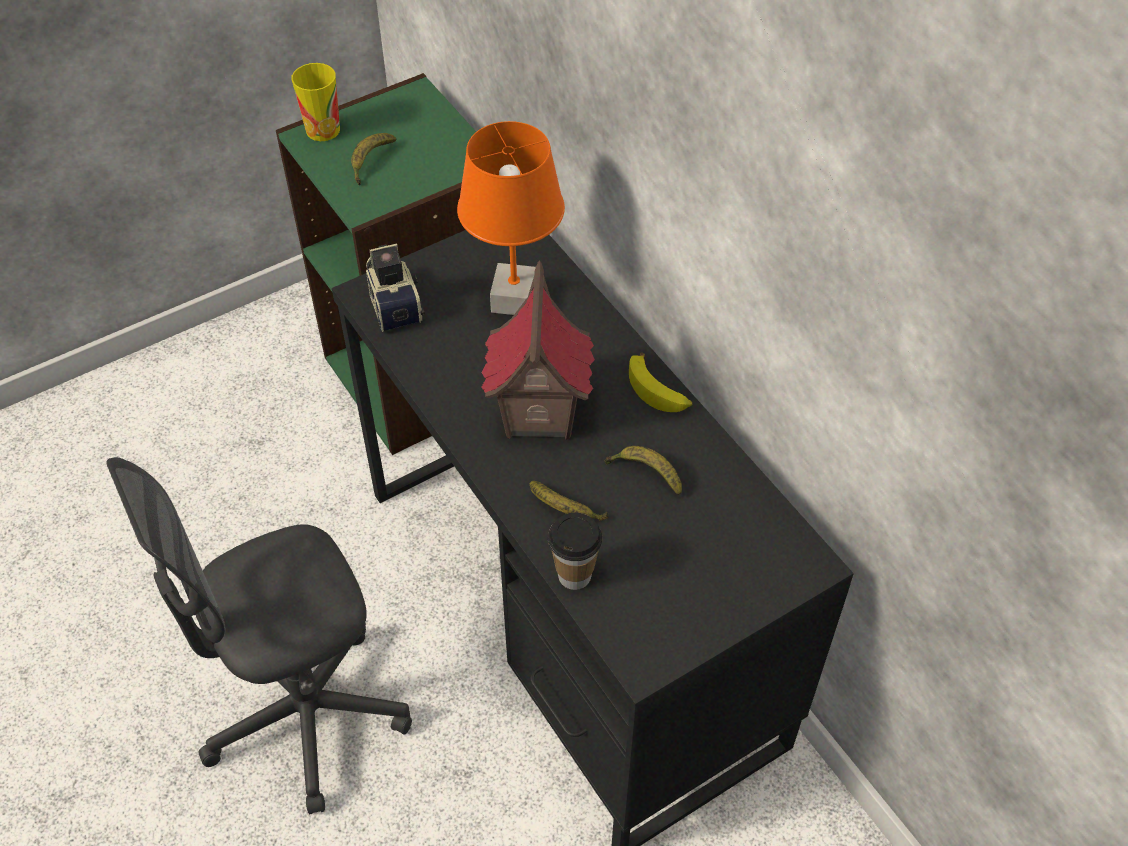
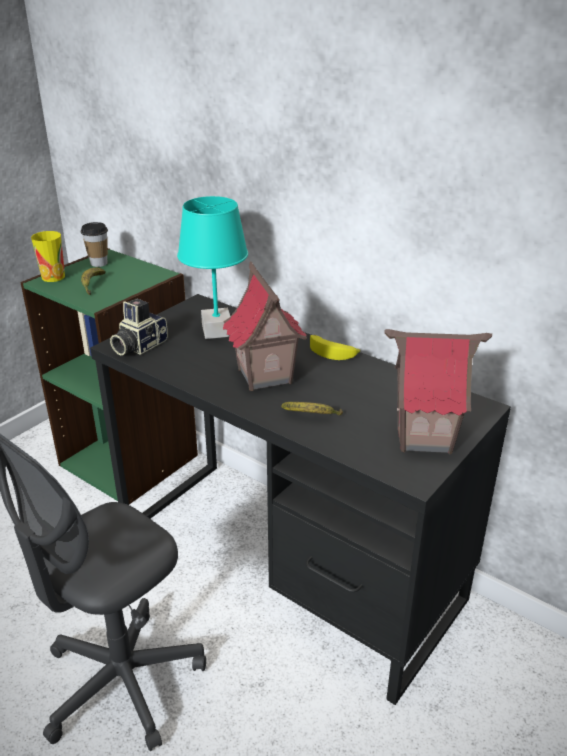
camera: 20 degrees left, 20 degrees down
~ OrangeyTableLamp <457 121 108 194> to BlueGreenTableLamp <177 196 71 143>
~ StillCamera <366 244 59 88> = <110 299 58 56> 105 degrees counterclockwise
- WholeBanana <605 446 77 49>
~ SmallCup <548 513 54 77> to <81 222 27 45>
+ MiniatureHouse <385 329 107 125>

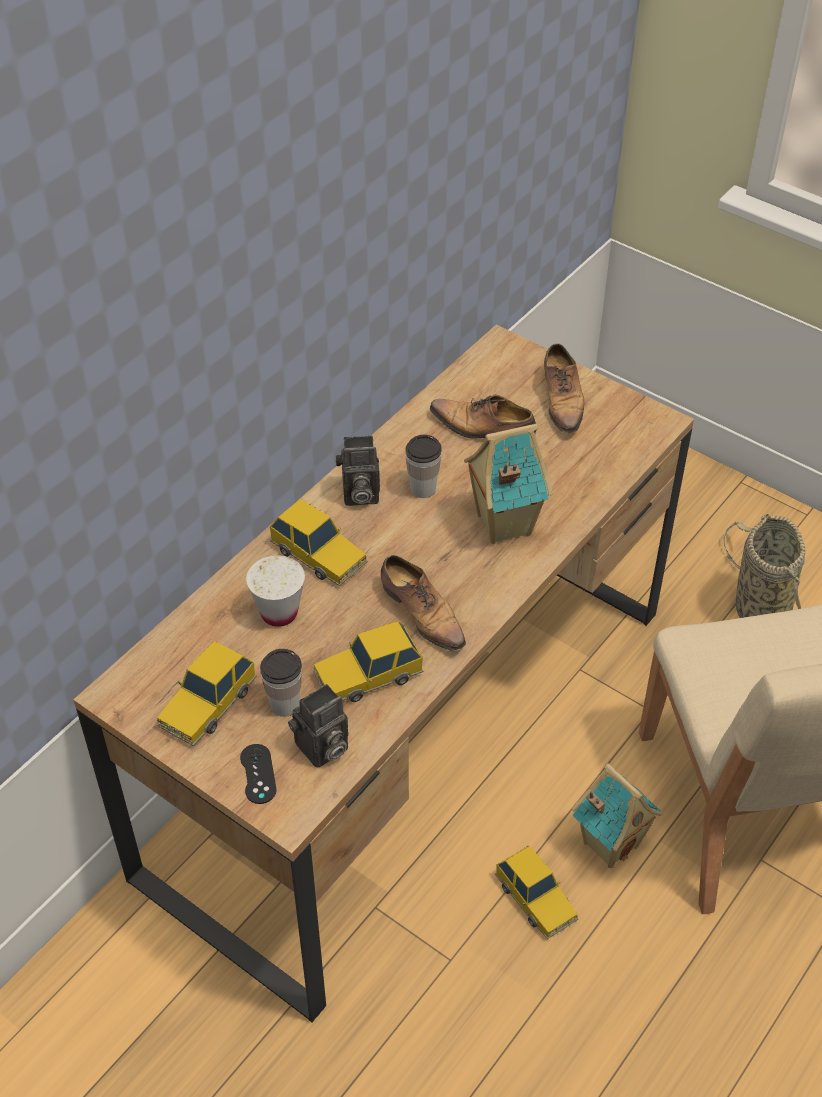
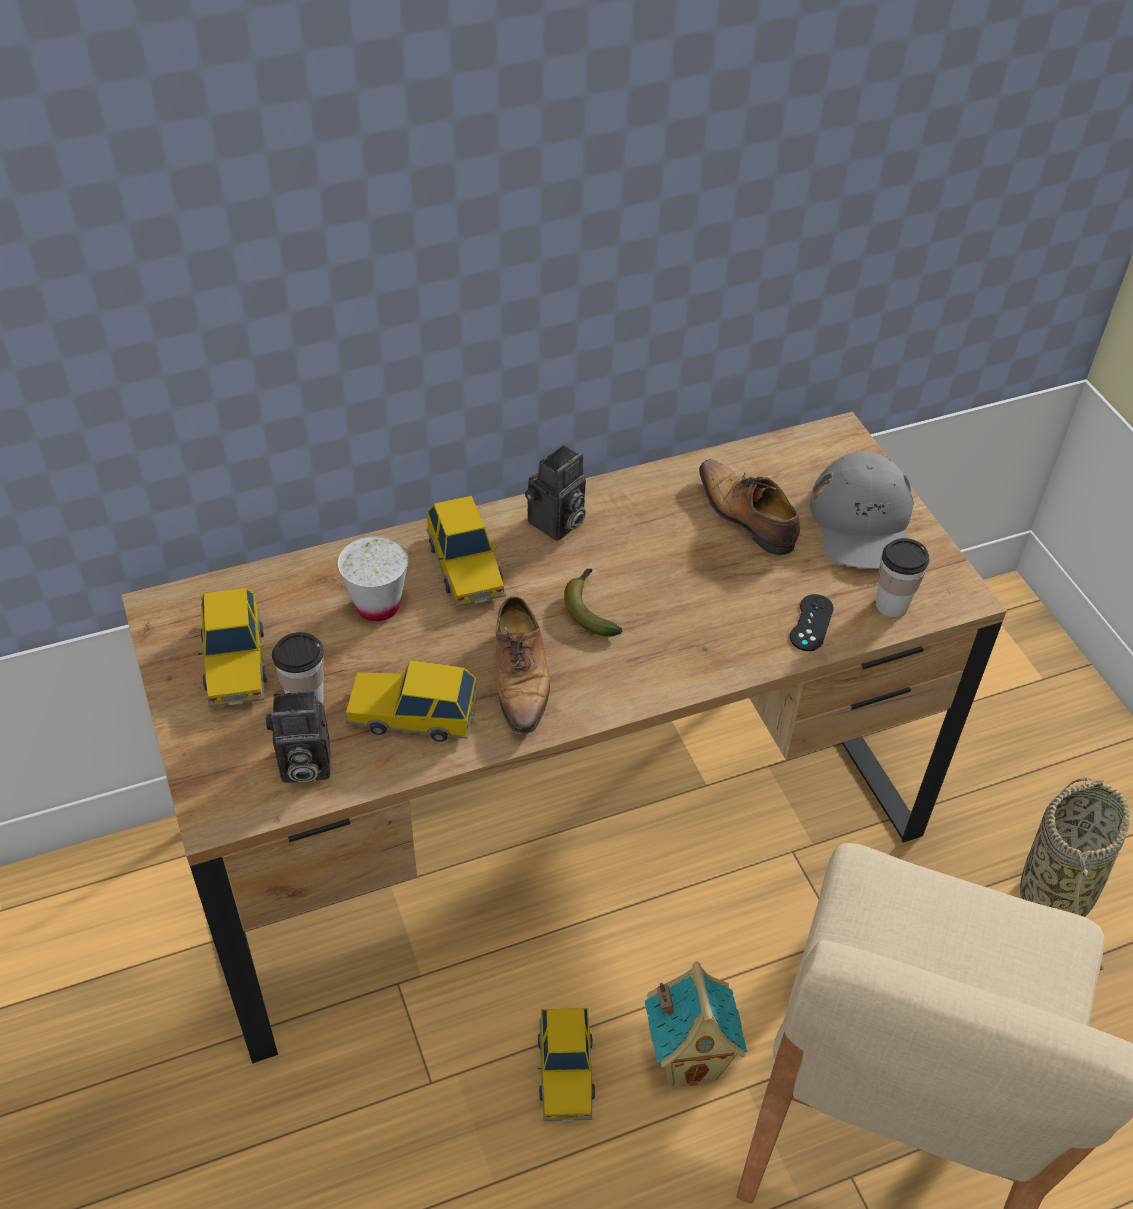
camera: 30 degrees right, 0 degrees up
~ LowShoe <544 343 40 93> to GreyBaseballCap <810 451 104 118>
- MiniatureHouse <464 424 89 120>
~ SmallCup <405 435 37 63> to <876 538 54 80>
~ StillCamera <336 436 44 70> = <525 445 61 96> 75 degrees counterclockwise
~ ModelCar <157 641 100 105> = <198 588 70 120> 75 degrees counterclockwise
~ BlackColouredGameController <240 744 36 60> to <790 594 44 57>
+ WholeBanana <564 569 58 67>

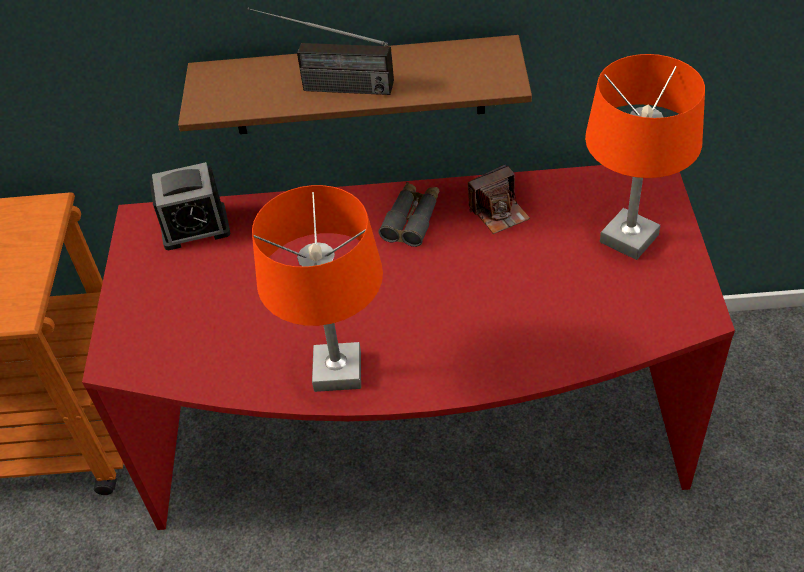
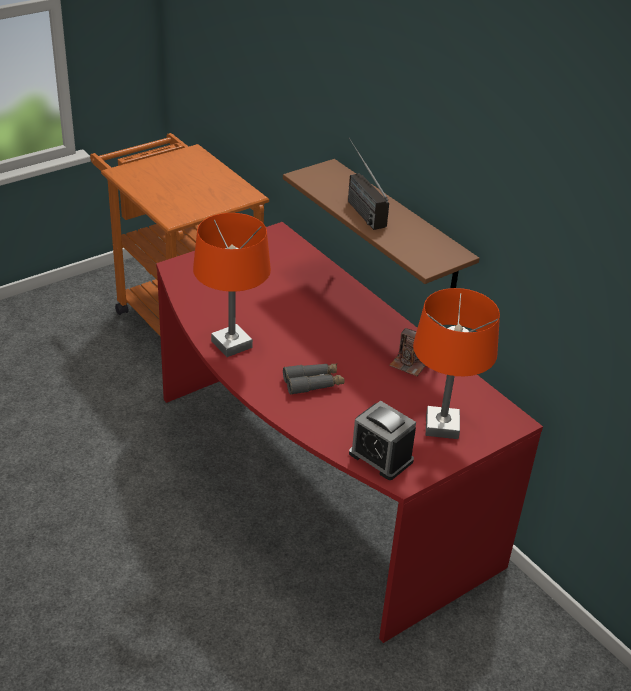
camera: 50 degrees right, 10 degrees down
~ TableClock <150 162 81 88> to <349 401 67 79>
~ GreyPairOfBinoculars <378 182 61 65> to <283 363 61 32>

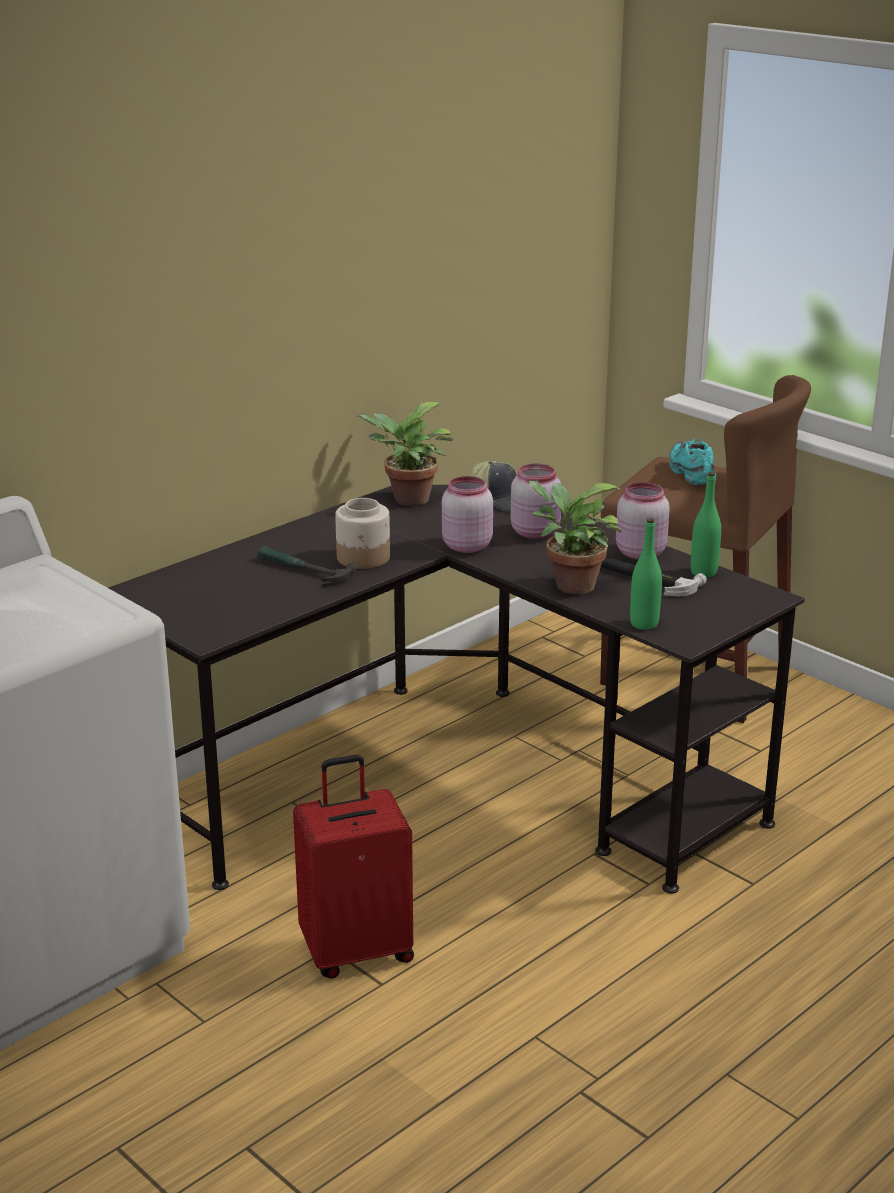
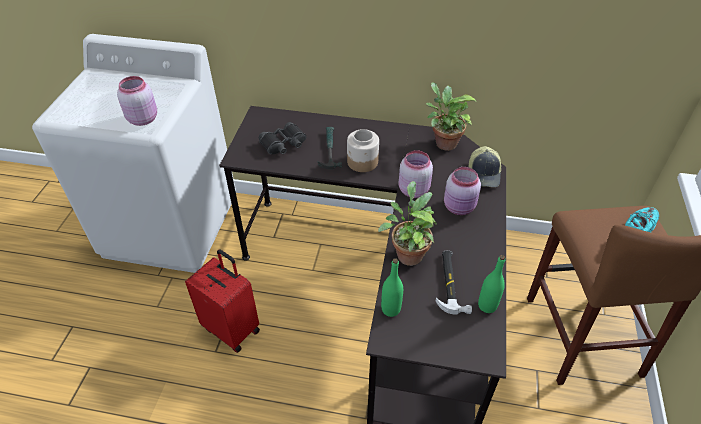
camera: 55 degrees right, 20 degrees up
~ PinkPreserveJar <616 482 54 78> to <117 76 40 50>
+ BlackColouredPairOfBinoculars <259 122 47 32>

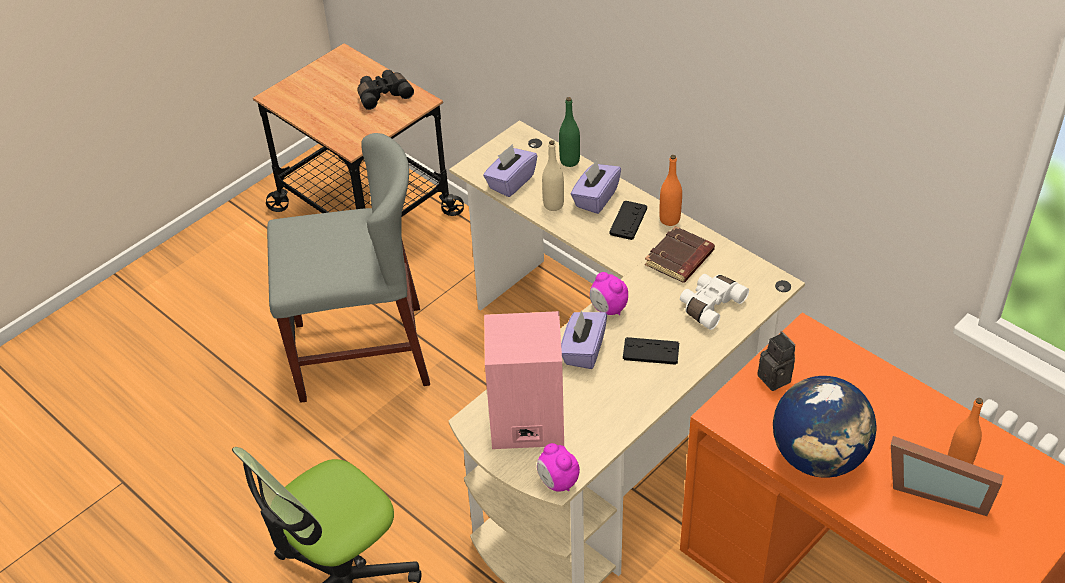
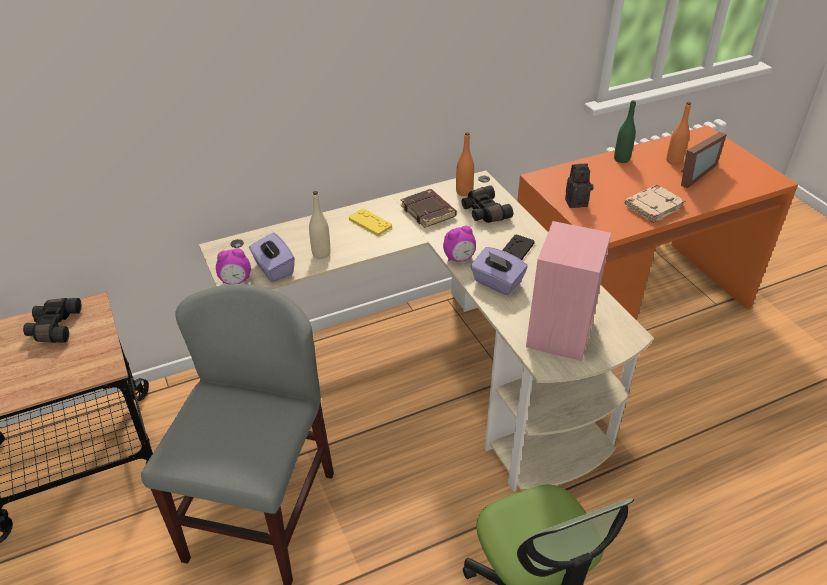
camera: 70 degrees left, 5 degrees down
~ GreenColouredDrinkBottle <559 97 21 70> to <614 100 22 63>
~ OrangeyDrinkBottle <659 155 23 71> to <456 132 18 64>
- PurpleTissueHolder <571 160 50 54>
~ BlackColouredGameController <609 200 38 40> to YellowGameController <349 209 43 27>
~ WhitePairOfBinoculars <680 274 69 56> to BlackColouredPairOfBinoculars <462 185 51 38>
~ DeskGlobe <773 376 104 102> to BeigeVolume <624 185 61 38>
~ TableClock <537 443 43 48> to <216 248 35 36>

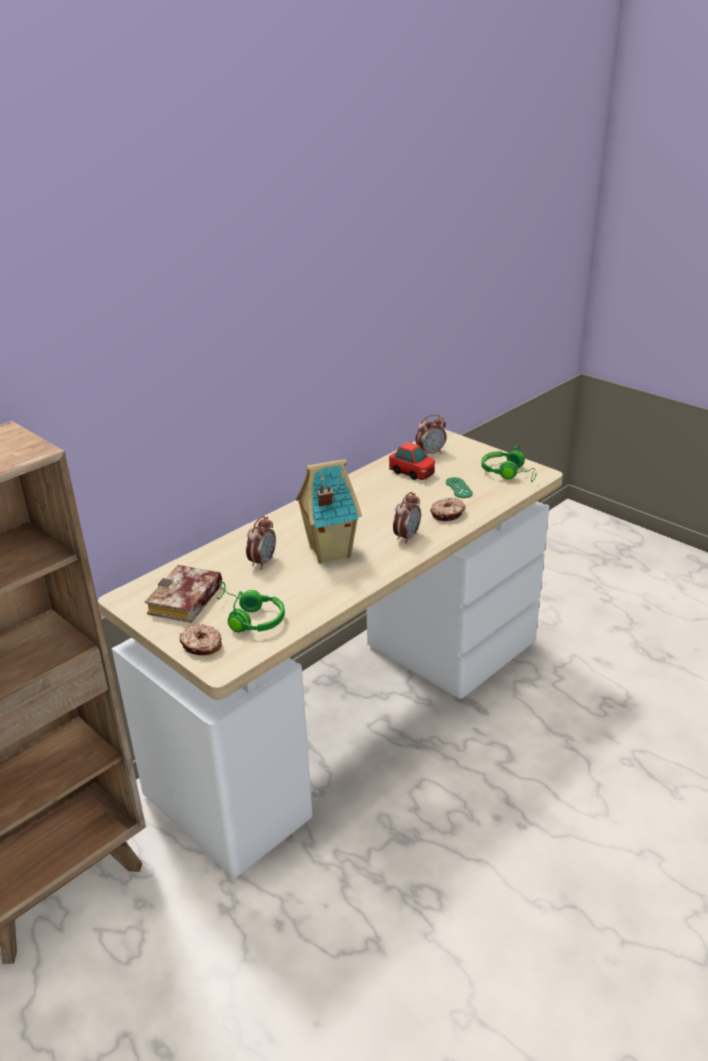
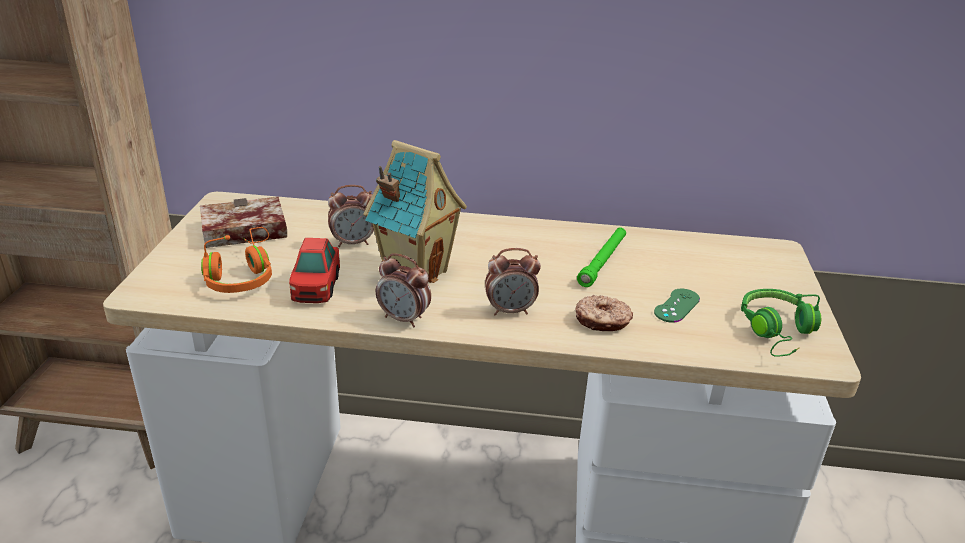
camera: 50 degrees right, 0 degrees up
~ TableClock <415 414 32 40> to <376 253 55 74>
~ ModelCar <389 442 46 38> to <289 238 51 65>
~ GreenColouredPairOfHeadphones <216 582 69 51> to OrangeyPairOfHeadphones <201 227 71 66>
- Donut <179 624 43 31>
+ GreenColouredHandTorch <577 227 49 60>

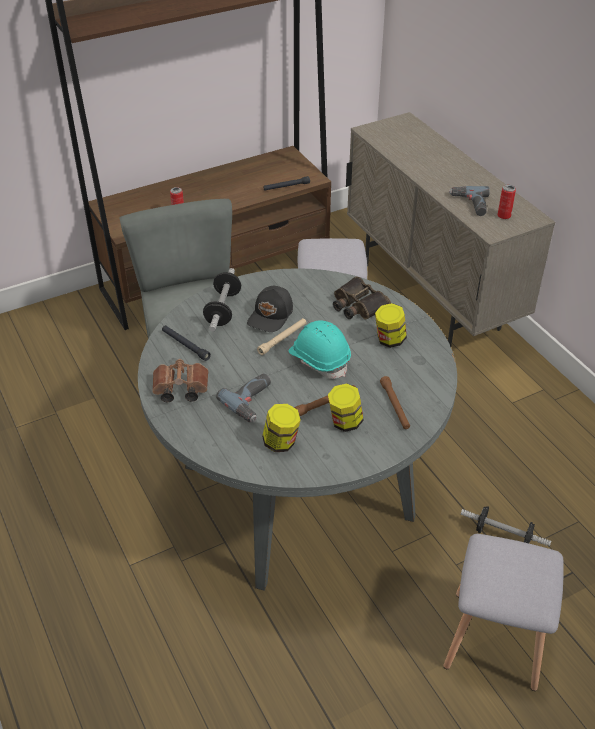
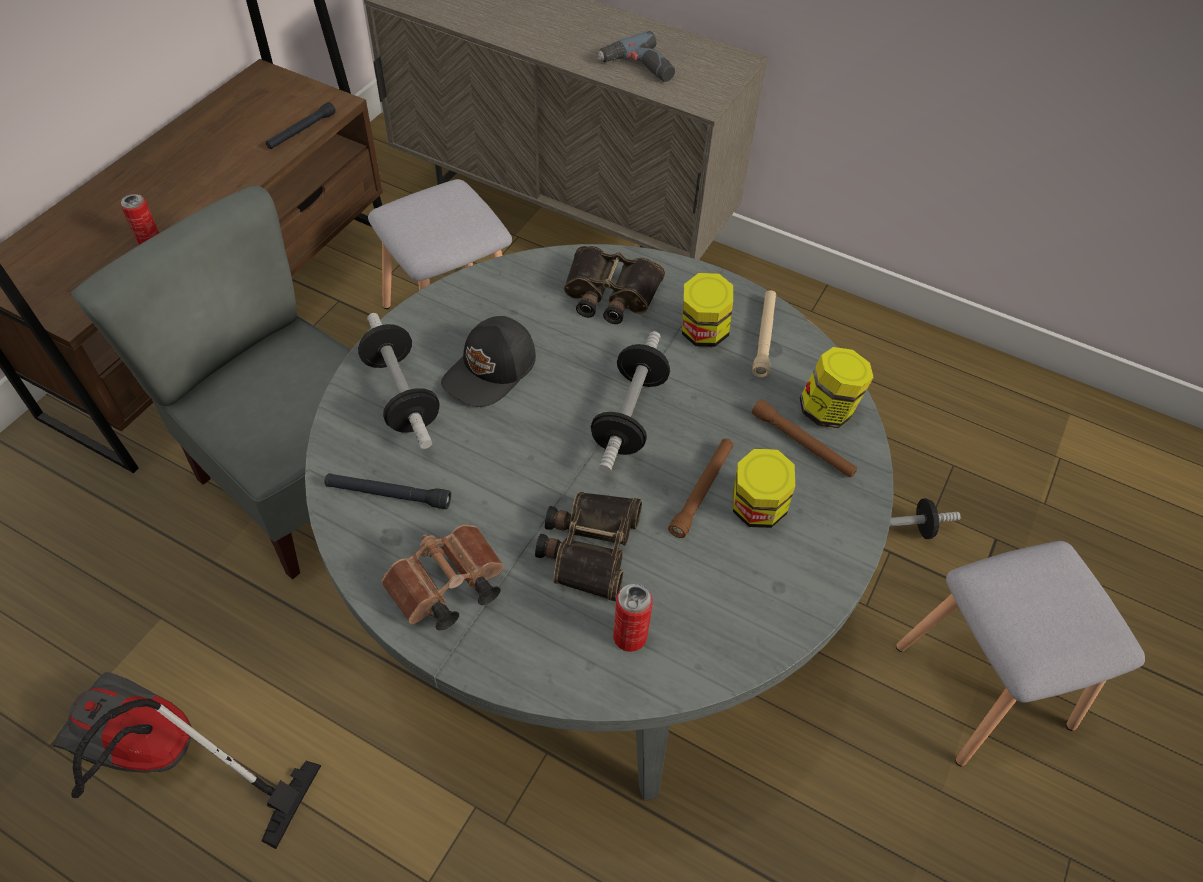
camera: 35 degrees left, 10 degrees up
~ MetalCan <498 185 18 34> to <613 583 40 69>
~ BlackColouredBaseballCap <247 286 46 46> = <441 316 95 91> 45 degrees clockwise
~ BeigeHandTorch <257 318 49 37> to <752 290 24 88>
~ BlueGreenSafetyHelmet <288 321 63 58> to FreeWeight <591 331 79 142>
~ ElectricDrill <216 374 55 48> to PairOfBinoculars <535 492 107 109>
~ PreserveJar <262 404 39 48> to <800 347 74 81>
+ Vacuum <52 672 270 177>

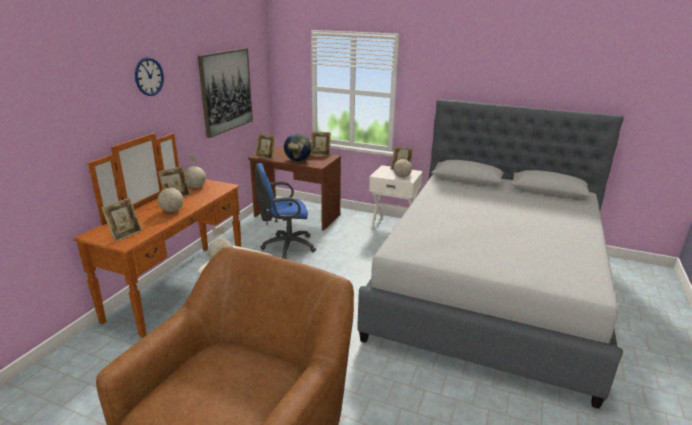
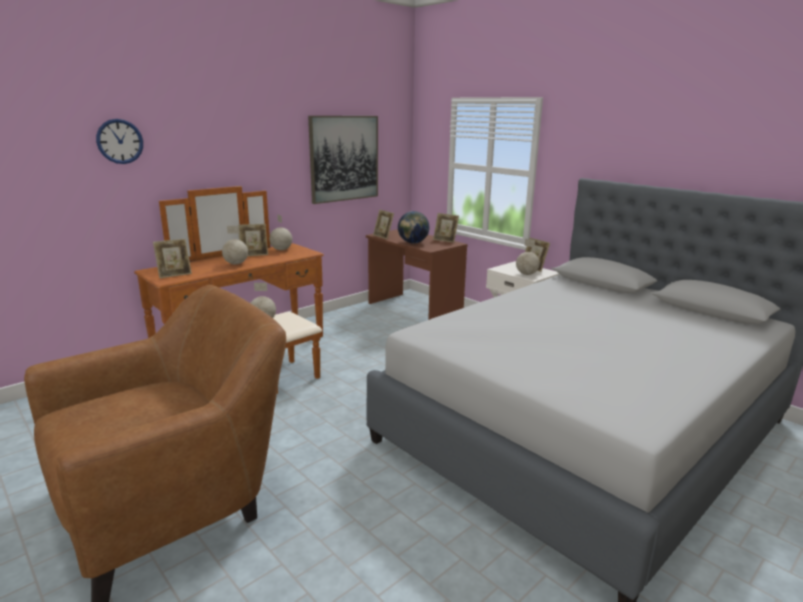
camera: 25 degrees right, 5 degrees down
~ WallClock <135 57 29 39> to <96 119 47 45>
- BlueColouredDeskChair <255 163 61 96>

